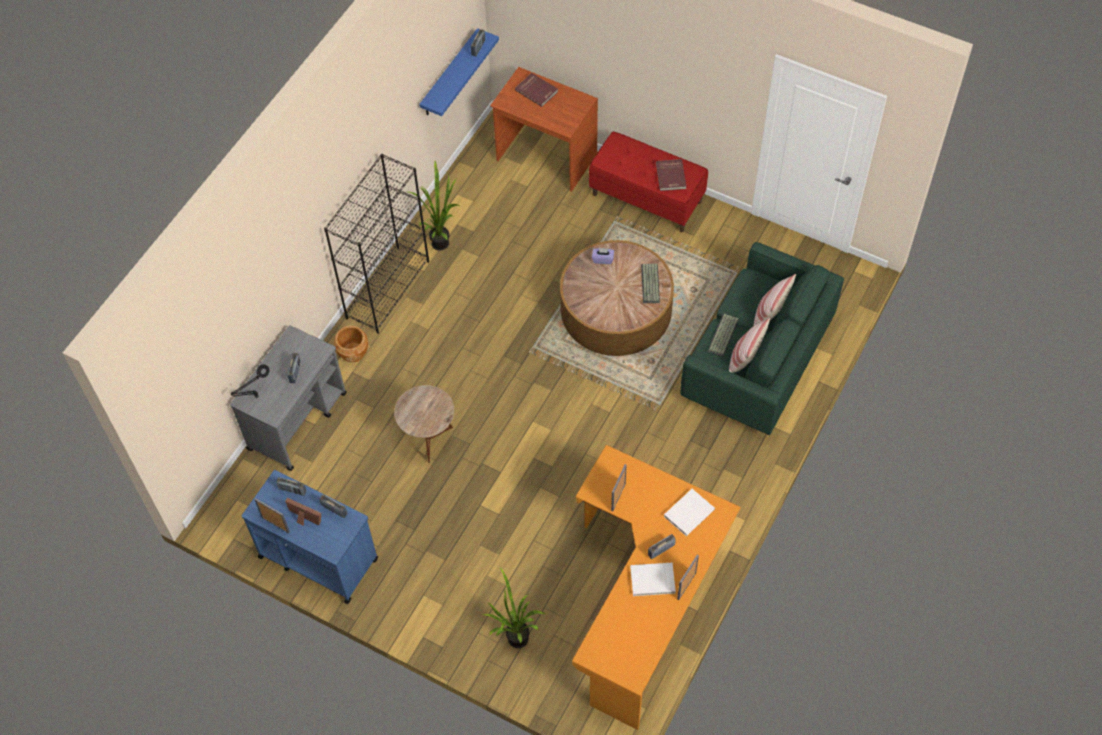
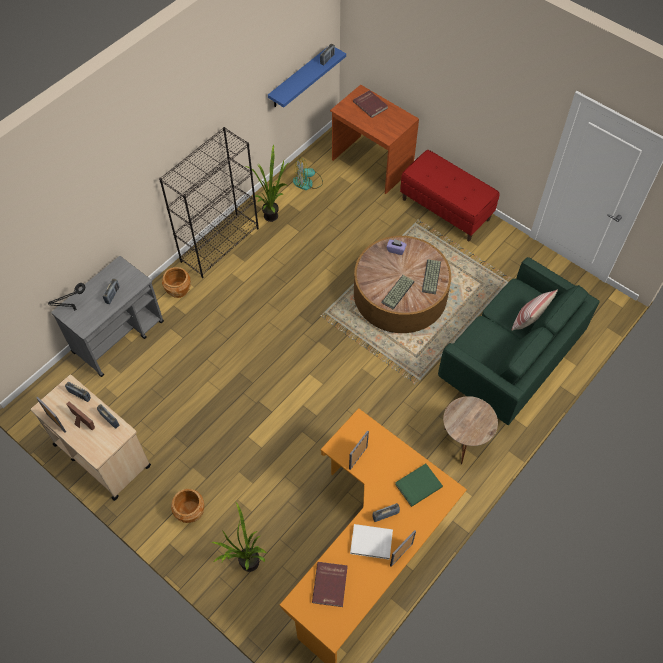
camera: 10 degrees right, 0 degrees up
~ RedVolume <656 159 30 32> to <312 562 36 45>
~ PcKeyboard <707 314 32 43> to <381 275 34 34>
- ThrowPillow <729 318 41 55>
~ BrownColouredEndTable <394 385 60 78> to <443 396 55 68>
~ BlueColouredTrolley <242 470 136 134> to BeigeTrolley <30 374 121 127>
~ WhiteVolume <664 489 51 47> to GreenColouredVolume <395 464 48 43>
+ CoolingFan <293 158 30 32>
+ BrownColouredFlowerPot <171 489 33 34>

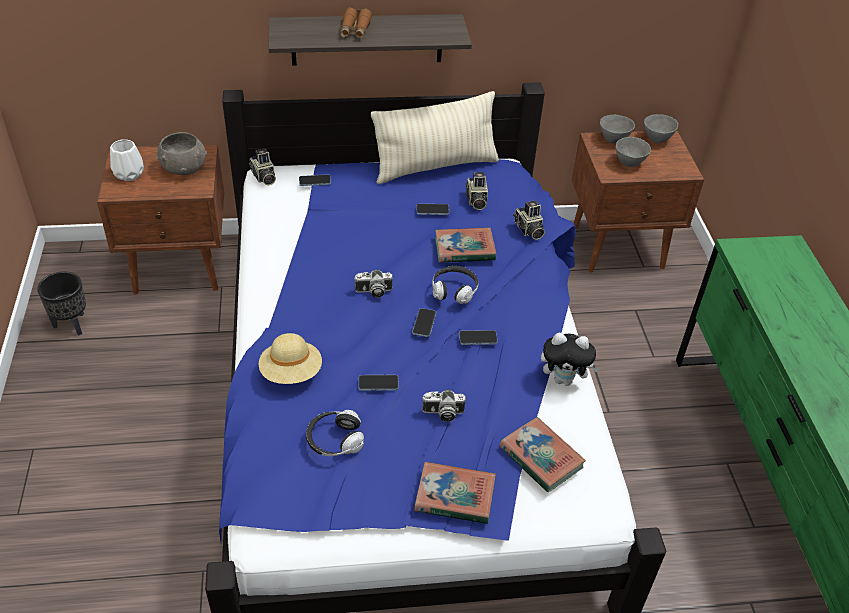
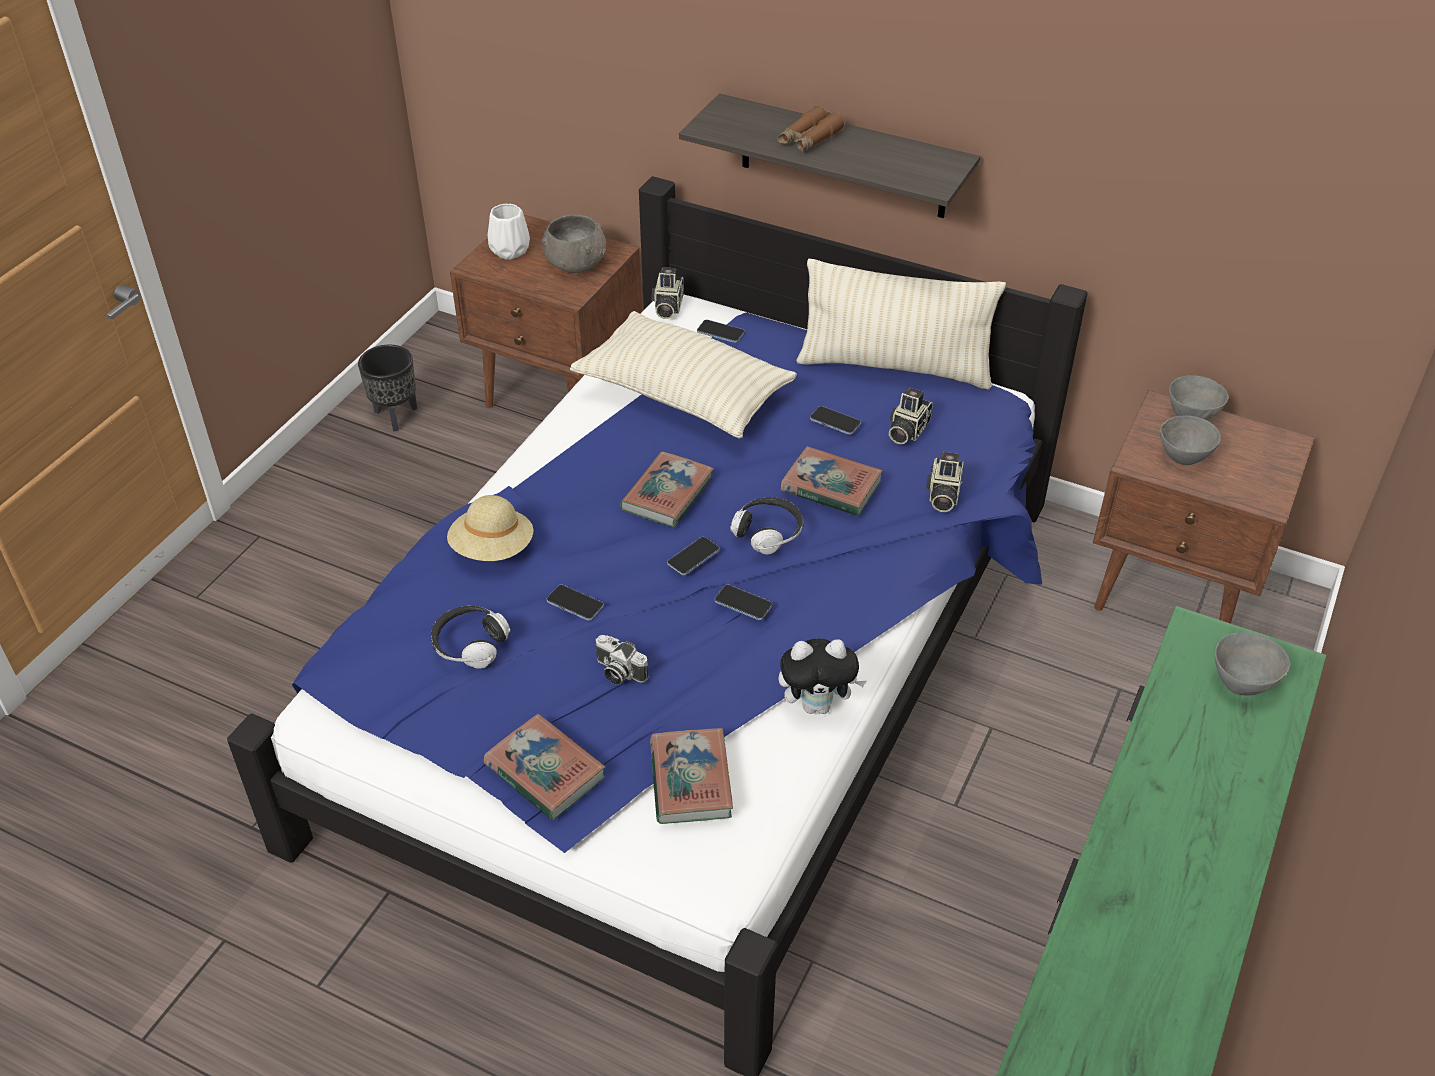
camera: 35 degrees right, 0 degrees up
~ GreyBowl <644 114 34 30> to <1215 632 75 63>
~ StillCamera <354 270 38 28> to Volume <620 451 94 77>
~ SoftToy <541 333 59 53> = <778 638 89 76> 45 degrees counterclockwise
+ BeigeThrowPillow <570 311 227 128>

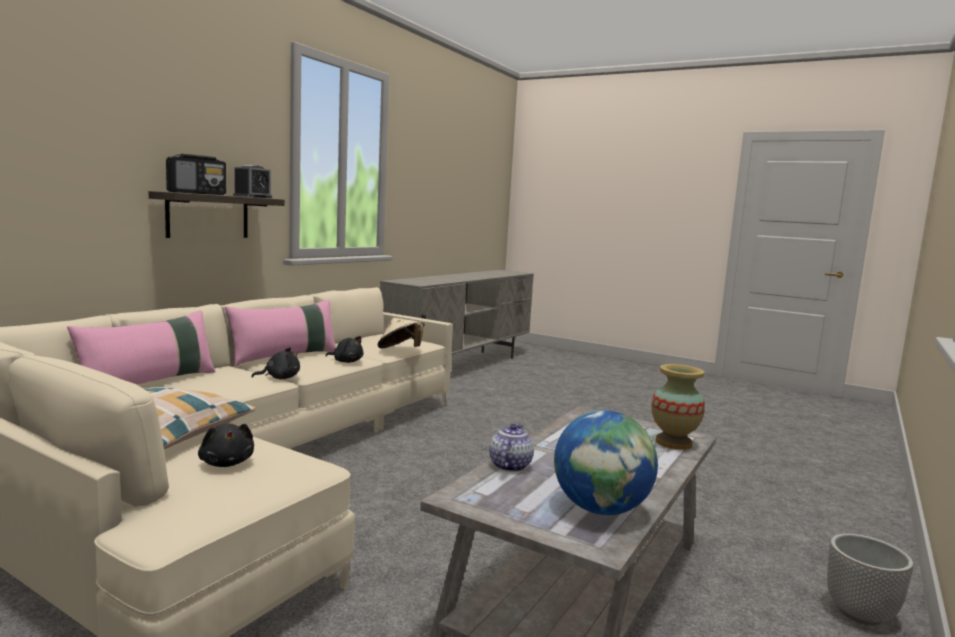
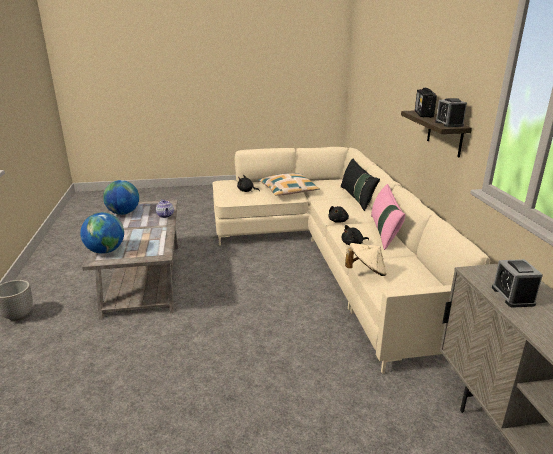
camera: 140 degrees right, 15 degrees up
~ PinkThrowPillow <67 310 149 74> to BlackColouredThrowPillow <341 159 39 52>
~ DecorativeVase <651 364 54 86> to DeskGlobe <80 212 44 42>
+ TableClock <492 259 51 49>

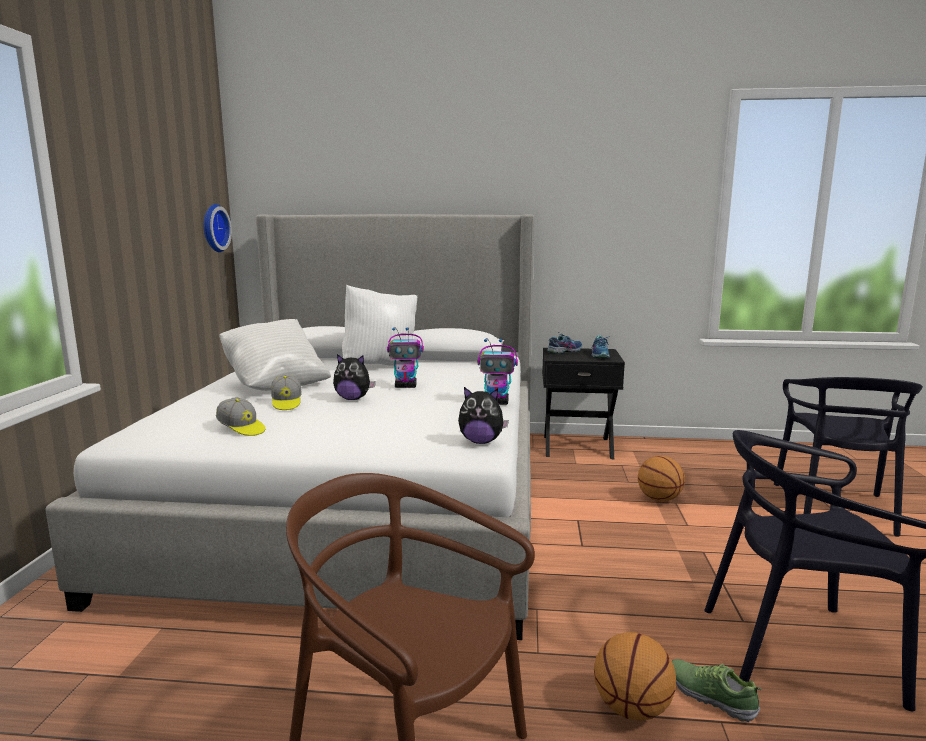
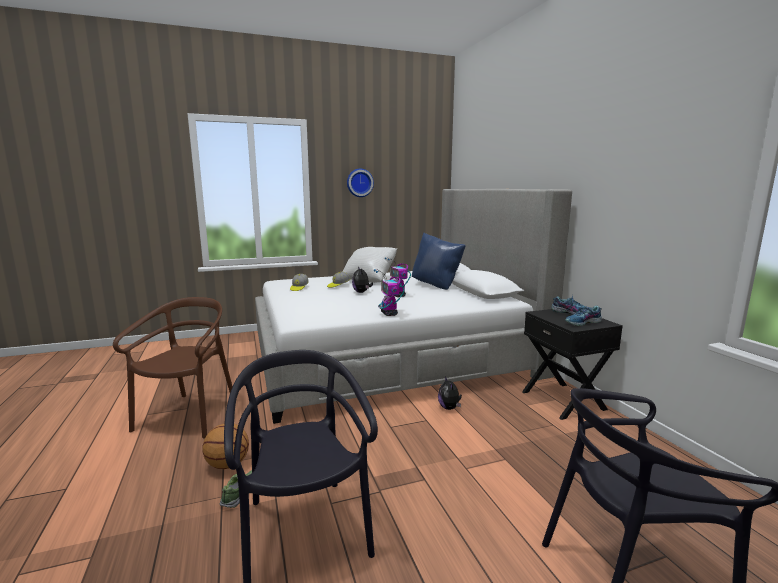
camera: 65 degrees right, 0 degrees up
~ WallClock <204 204 28 48> to <347 169 27 28>
~ WhiteThrowPillow <342 285 75 81> to BlueColouredThrowPillow <412 232 54 58>
~ SoftToy <458 387 51 57> to <438 376 24 34>
- BasketballBall <638 456 47 46>

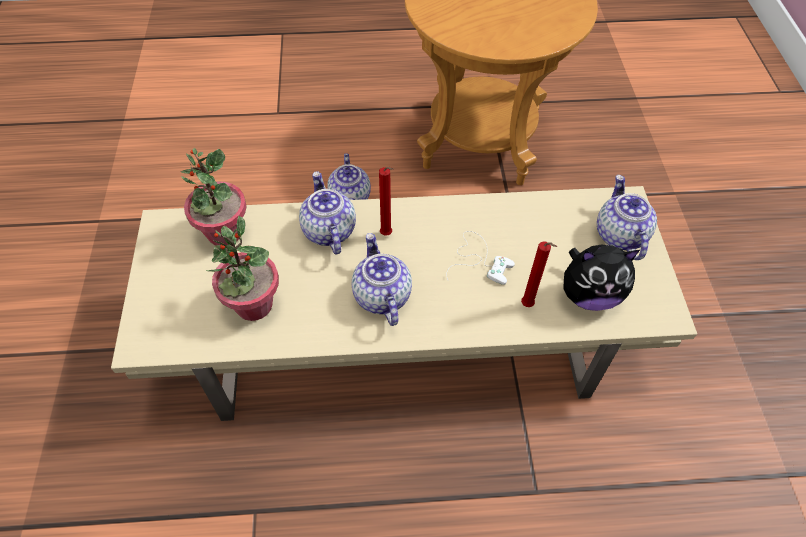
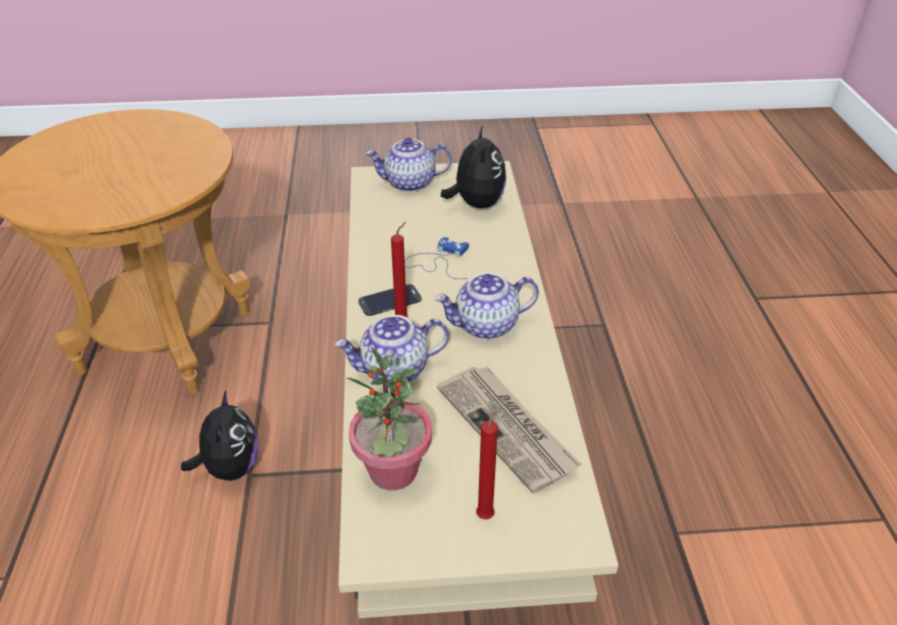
camera: 90 degrees left, 15 degrees down
~ PotForTea <327 153 44 47> to SoftToy <181 391 77 90>
~ PottedPlant <206 216 73 105> to Newspaper <437 367 144 126>
~ WhiteGameController <446 231 69 54> to BlueColouredGameController <405 237 64 42>
~ RedWaxCandle <521 241 36 66> to <476 407 27 113>
+ Telephone <358 284 64 32>

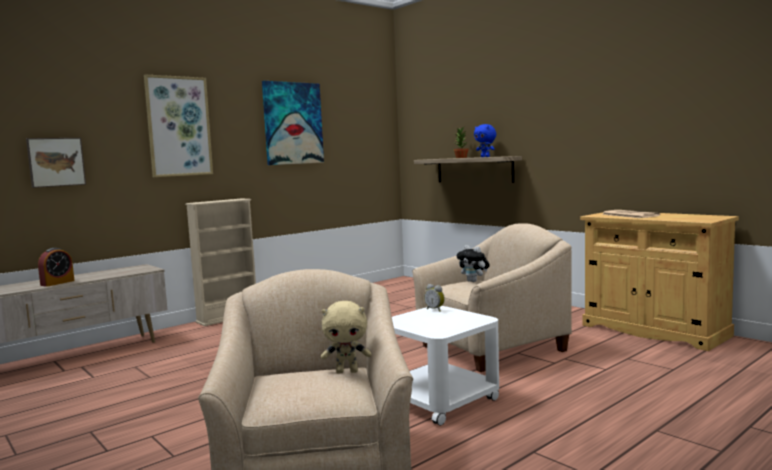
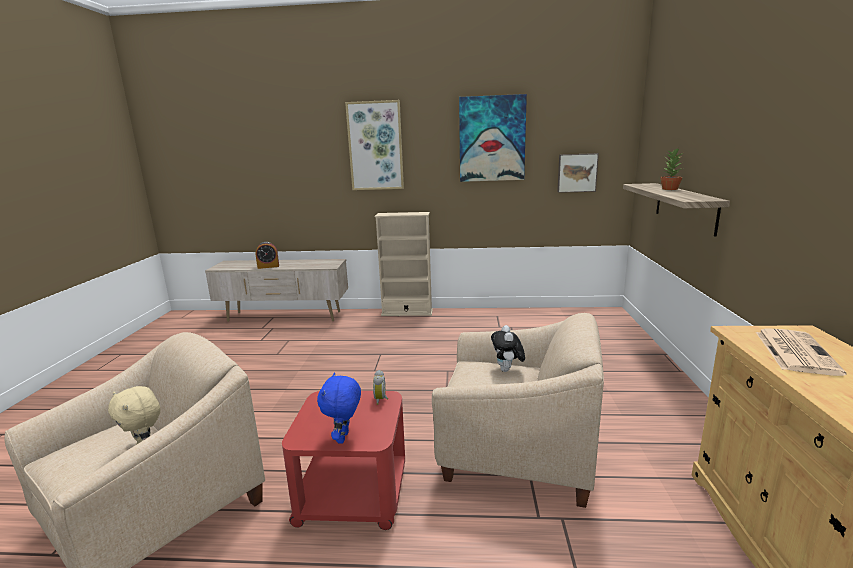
camera: 45 degrees right, 10 degrees up
~ BlueColouredSoftToy <474 124 22 33> to <317 372 44 72>
~ WallPicture <26 138 60 50> to <557 153 42 40>
~ WhiteEndTable <392 306 107 120> to RedEndTable <282 391 123 139>

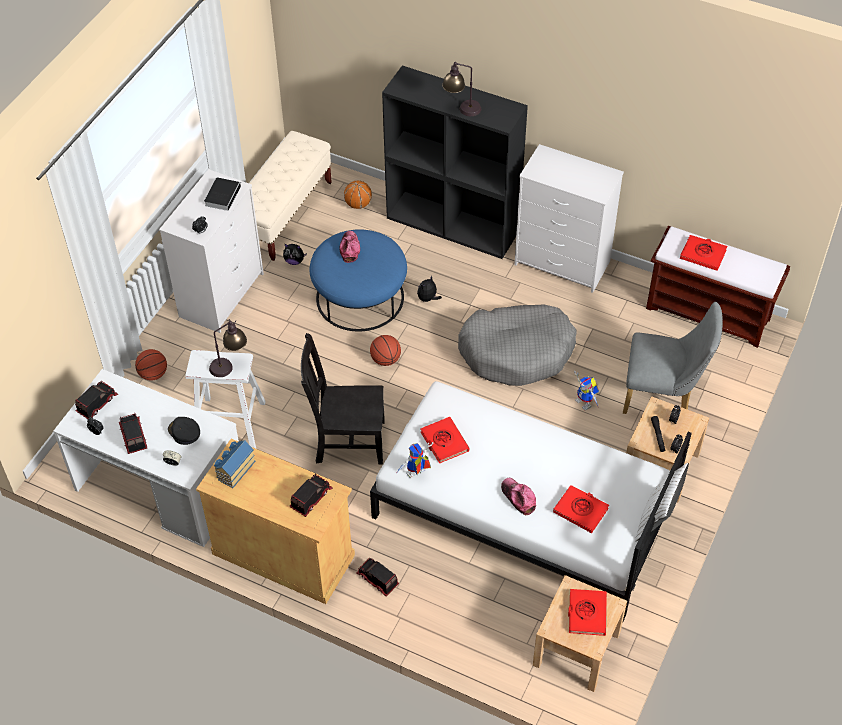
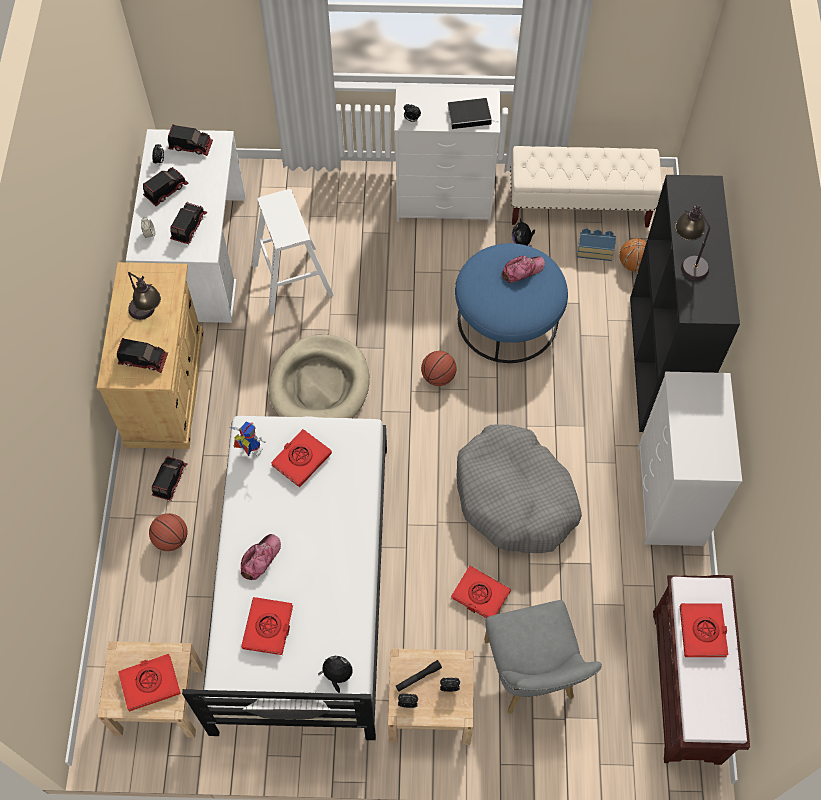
camera: 65 degrees right, 10 degrees up
~ SoftToy <417 276 25 26> to <318 656 35 37>
~ TableLamp <209 319 38 58> to <128 272 33 48>
~ BlackColouredChair <301 333 84 132> to BeigeDogBed <269 334 100 84>
~ BasketballBall <135 349 32 32> to <149 513 39 38>
~ ToyRobot <574 371 25 39> to RedVolume <451 566 60 52>
~ BlackColouredBaseballCap <168 417 32 28> to ToyLorry <170 202 37 42>
~ MiniatureHouse <214 440 41 48> to <577 228 39 33>

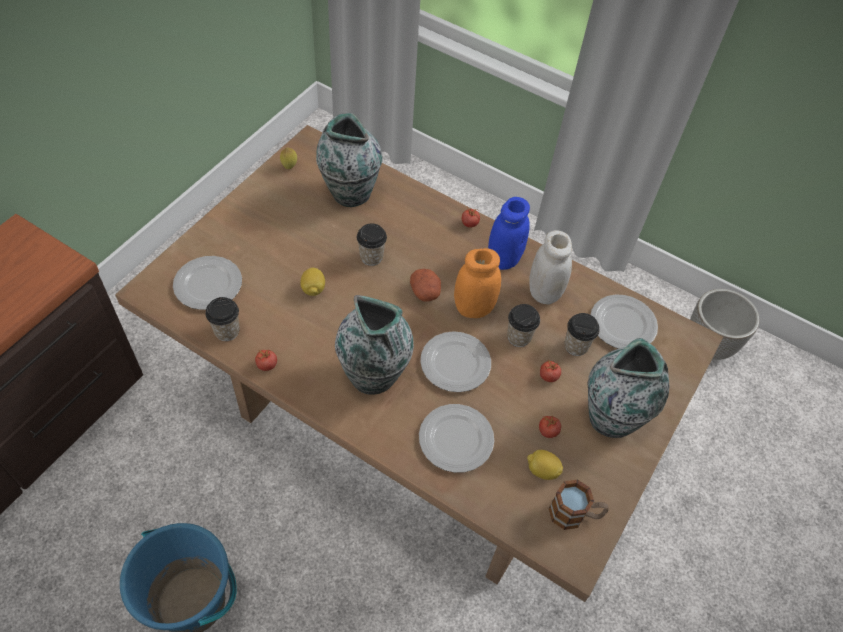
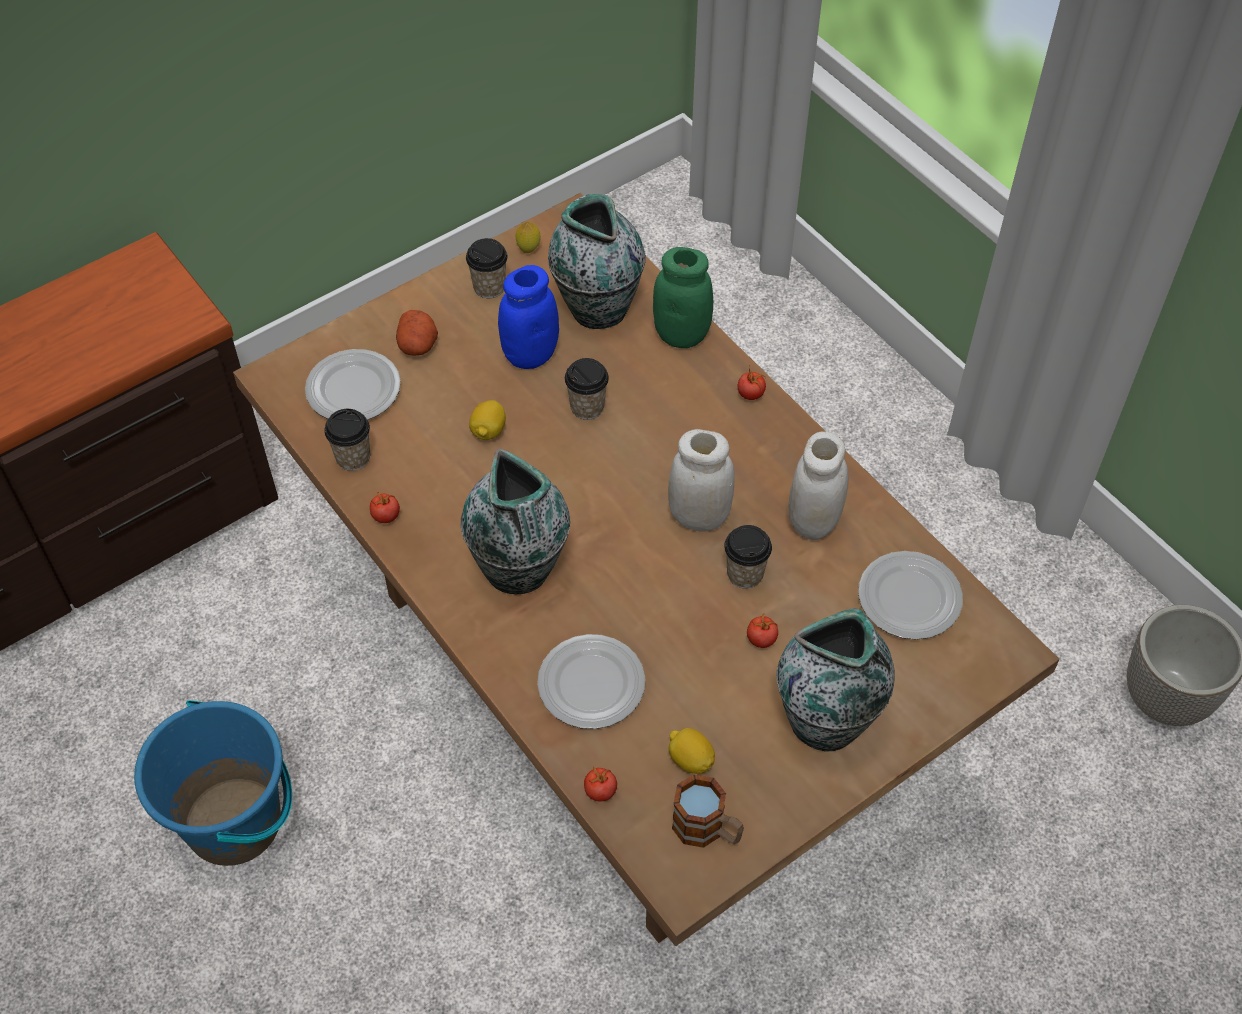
camera: 25 degrees right, 0 degrees up
~ BlueColouredPreserveJar <488 197 42 73> to <498 265 61 104>
~ OrangeyPreserveJar <454 248 47 70> to WhitePreserveJar <668 429 67 103>
~ Potato <410 269 31 33> to <396 310 42 46>
~ SmallCup <564 313 36 43> to <466 238 42 60>
- DinnerPlate <420 331 71 61>
~ FreshTomato <539 416 22 22> to <584 766 33 35>
+ GreenColouredPreserveJar <653 247 60 101>

